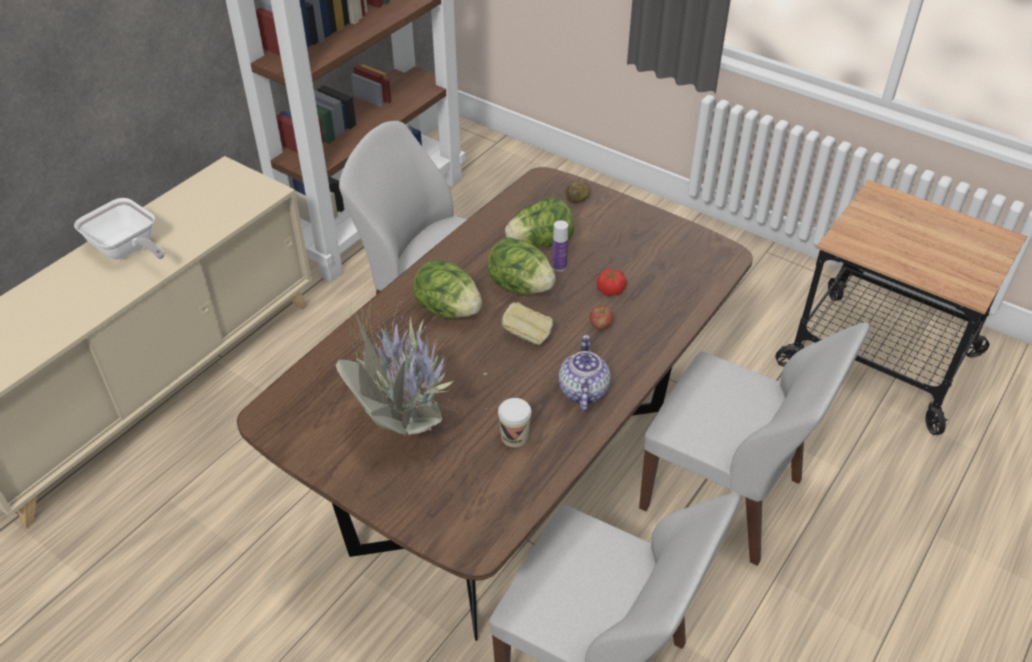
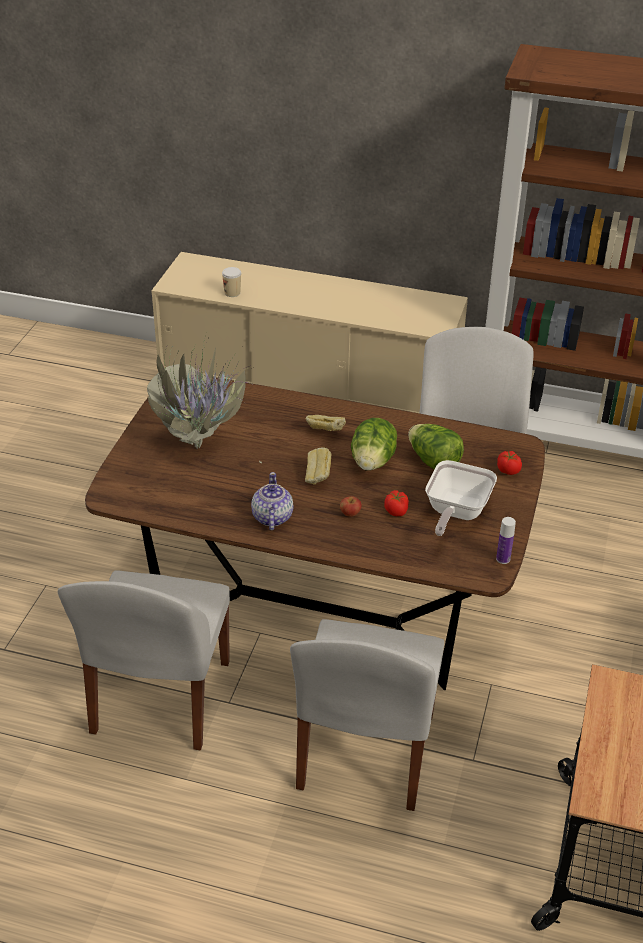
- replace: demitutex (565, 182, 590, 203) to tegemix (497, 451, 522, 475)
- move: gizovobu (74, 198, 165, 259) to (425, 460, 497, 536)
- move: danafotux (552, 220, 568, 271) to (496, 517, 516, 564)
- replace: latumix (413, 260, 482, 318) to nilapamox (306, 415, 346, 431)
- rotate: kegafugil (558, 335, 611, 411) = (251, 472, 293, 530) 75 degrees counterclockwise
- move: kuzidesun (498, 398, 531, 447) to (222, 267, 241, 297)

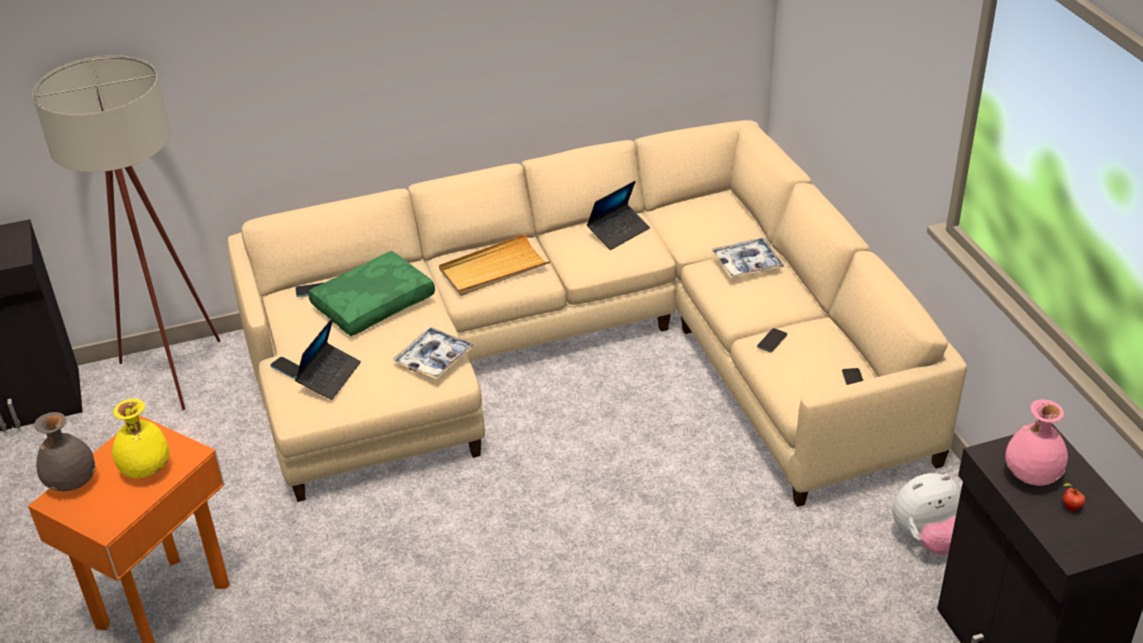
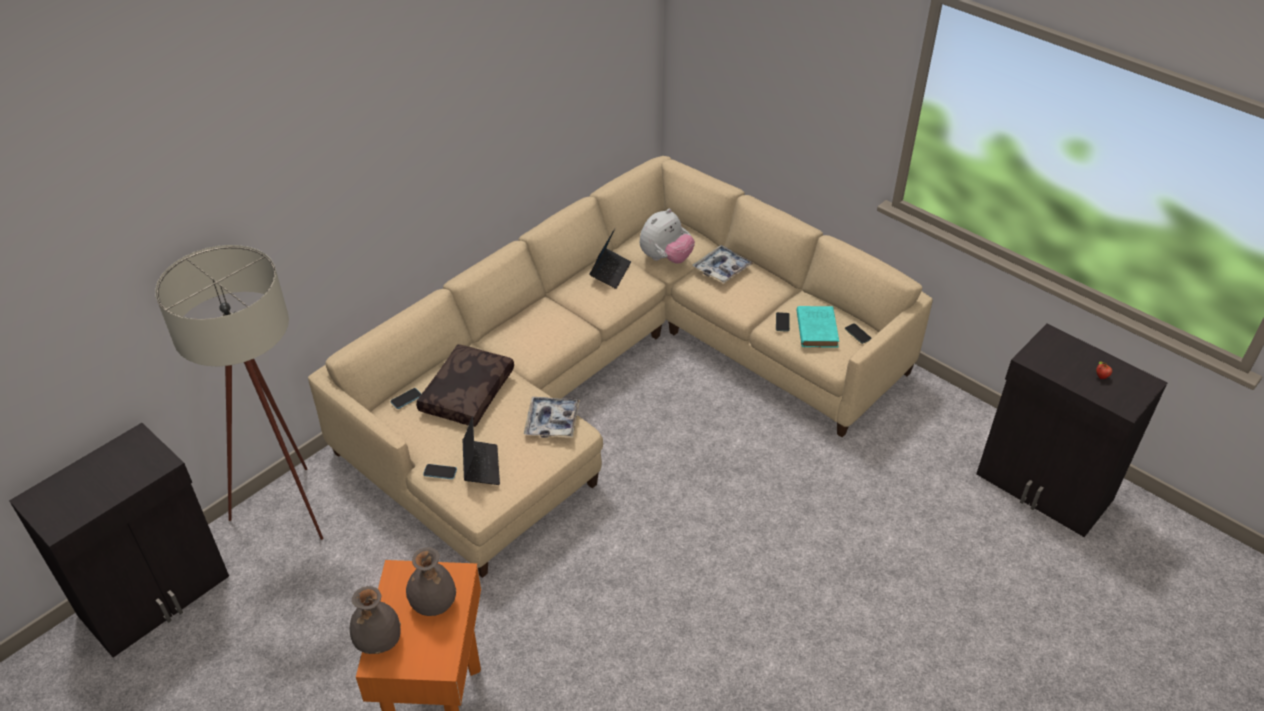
- delete: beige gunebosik (439, 234, 550, 296)
- recolor: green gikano (308, 251, 435, 336) to brown gikano (416, 344, 514, 427)
- recolor: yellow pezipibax (112, 399, 170, 478) to grey pezipibax (406, 547, 456, 616)
- delete: pink pezipibax (1005, 399, 1068, 486)
- move: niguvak (892, 473, 961, 555) to (640, 208, 695, 264)
- insert: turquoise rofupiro (796, 306, 839, 348)

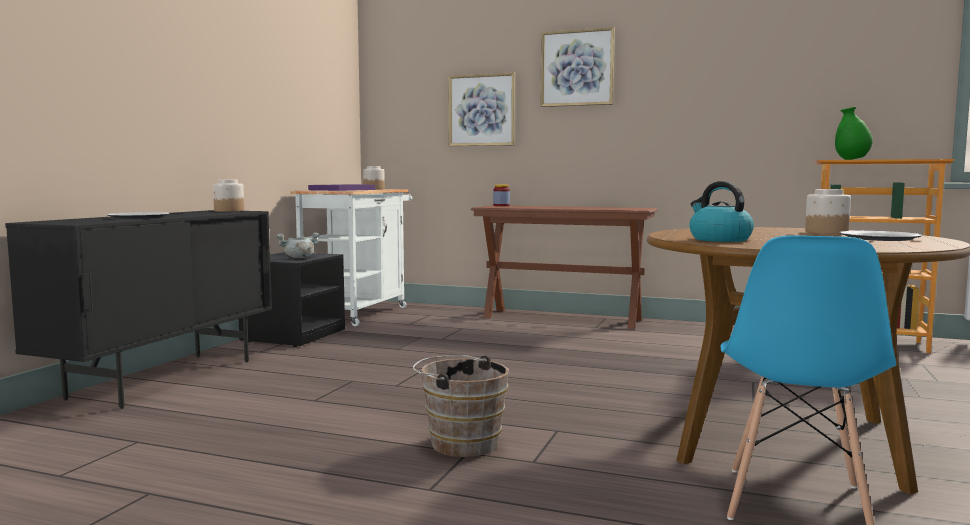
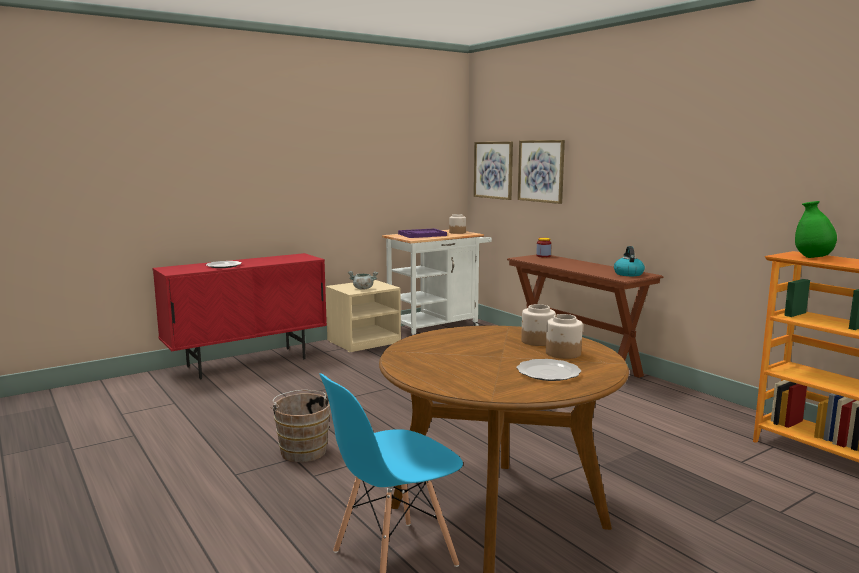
- move: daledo (541, 27, 615, 107) to (474, 142, 513, 200)
- move: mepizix (213, 180, 244, 212) to (521, 304, 556, 346)
- move: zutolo (689, 181, 754, 242) to (614, 246, 645, 276)
- recolor: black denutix (5, 210, 272, 409) to red denutix (153, 253, 327, 379)
- recolor: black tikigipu (239, 252, 345, 347) to beige tikigipu (325, 280, 401, 352)

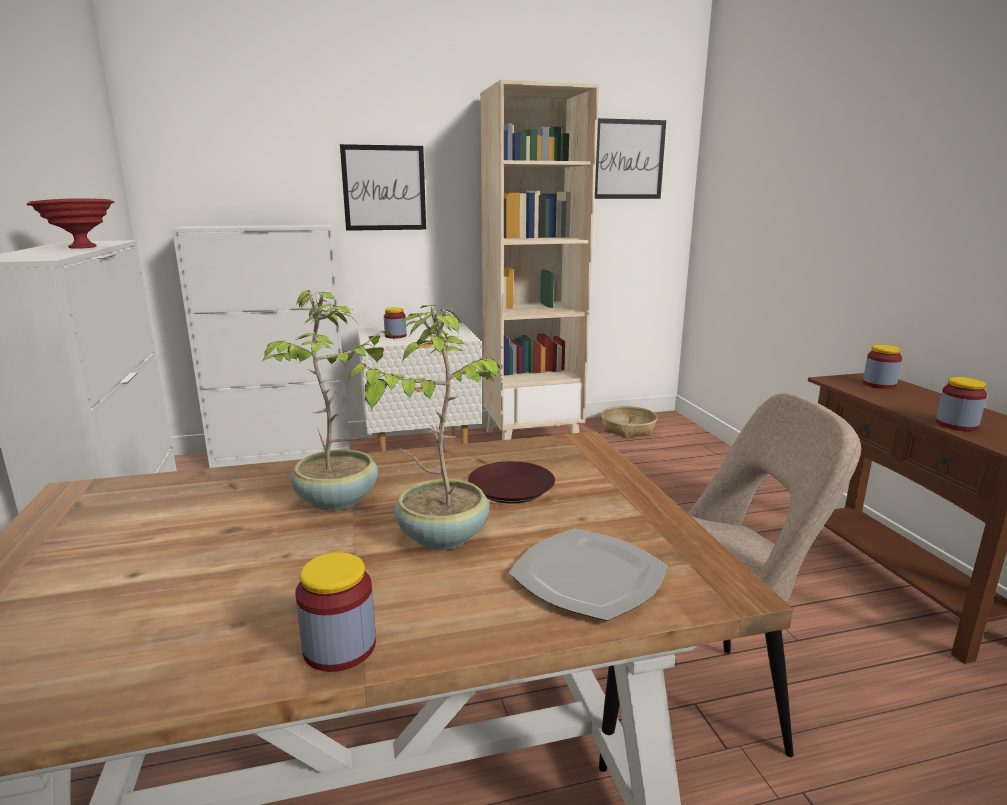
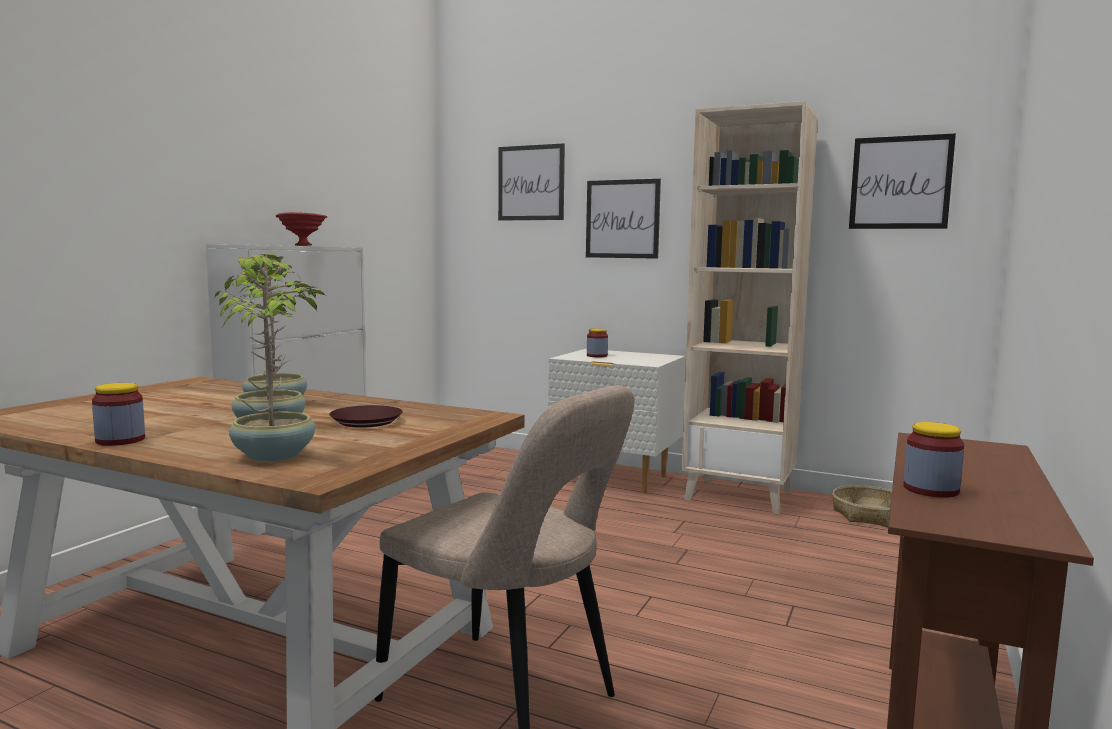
- delete: white denutix (172, 224, 350, 468)
- delete: mepizix (863, 345, 902, 389)
- replace: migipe (509, 529, 668, 621) to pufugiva (220, 254, 326, 462)
- insert: daledo (498, 143, 565, 220)

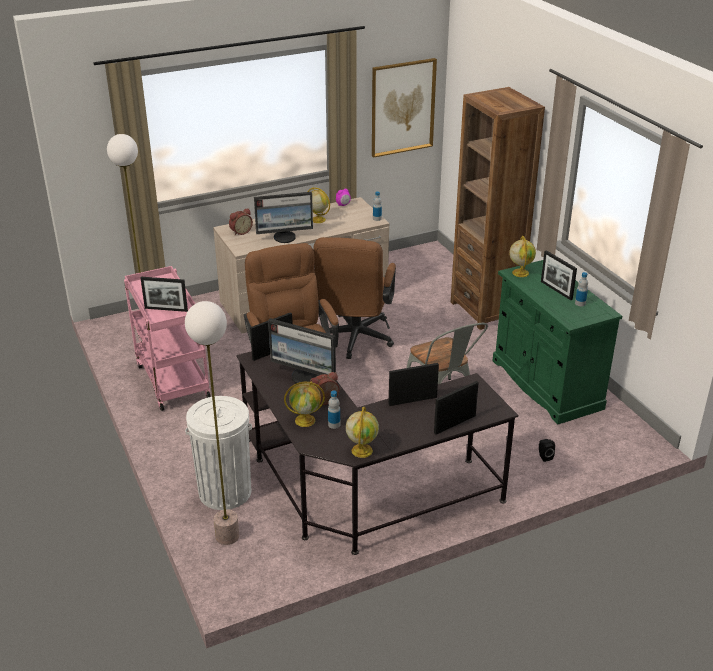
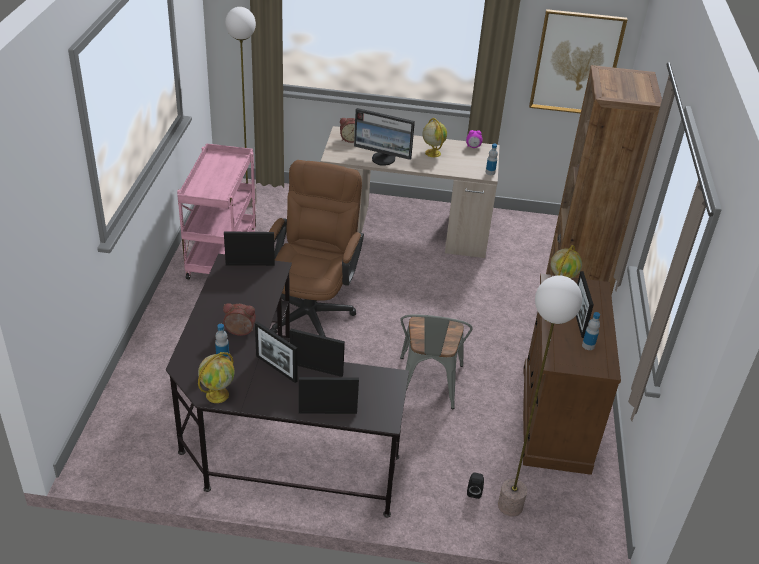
- delete: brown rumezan (313, 237, 396, 359)
- recolor: green denutix (492, 260, 622, 425) to brown denutix (523, 274, 621, 475)
- move: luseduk (141, 277, 188, 312) to (255, 322, 298, 383)
- move: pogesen (185, 301, 239, 545) to (498, 276, 582, 517)
- delete: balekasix (268, 318, 336, 383)
- delete: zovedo (284, 382, 325, 427)
- delete: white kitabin (185, 396, 252, 510)

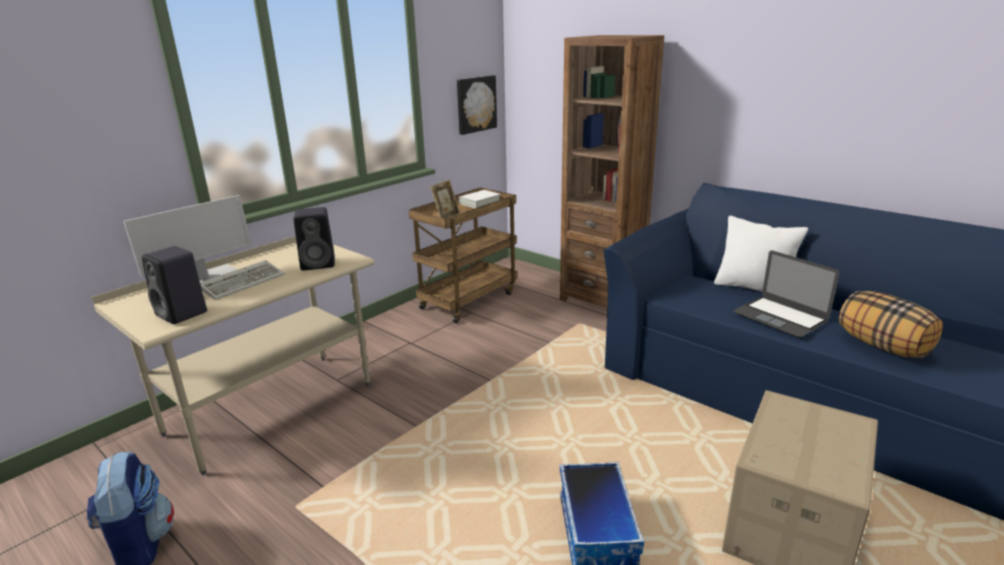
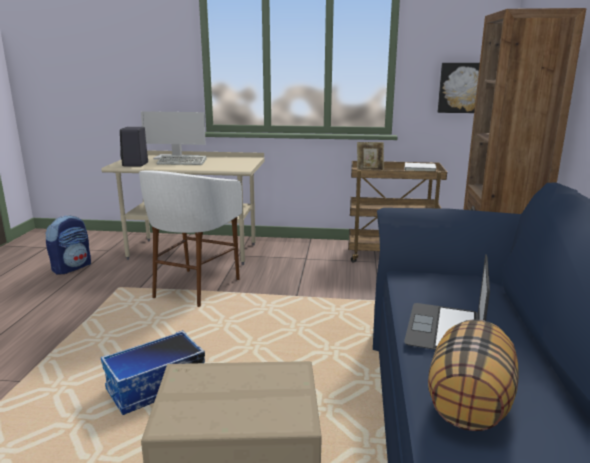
- delete: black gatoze (294, 207, 335, 271)
- delete: white gikano (714, 216, 808, 292)
- insert: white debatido (139, 170, 242, 307)

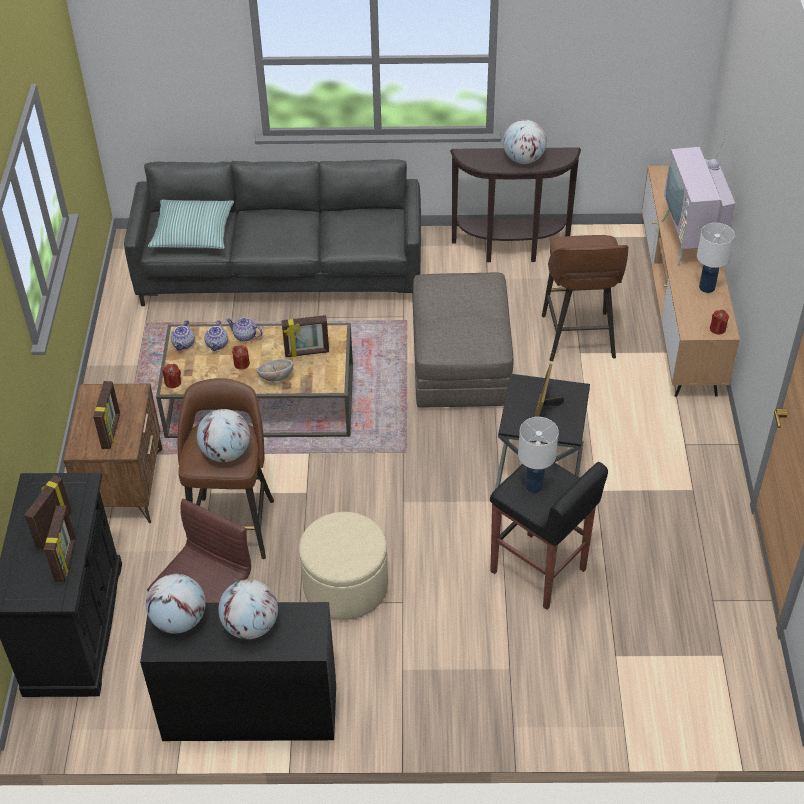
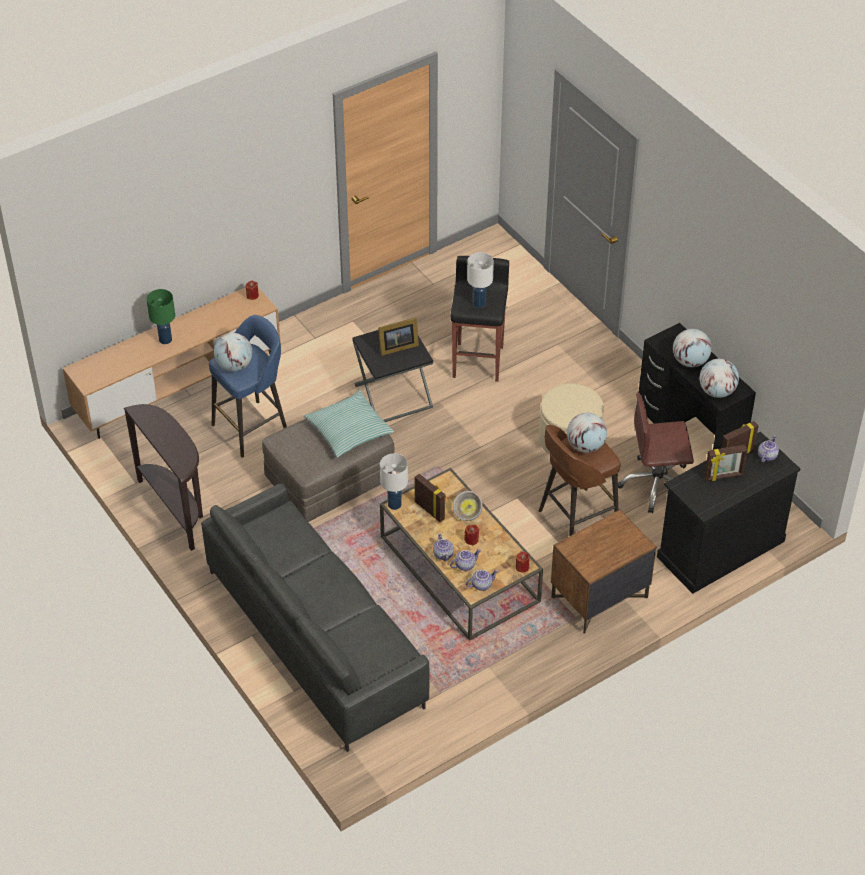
- replace: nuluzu (661, 118, 735, 266) to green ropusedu (146, 289, 175, 344)
- move: zovedo (503, 119, 547, 164) to (214, 333, 253, 372)
- move: gikano (148, 200, 234, 249) to (304, 390, 394, 458)
- move: white ropusedu (697, 223, 735, 293) to (380, 454, 408, 510)
- recolor: brown debatido (542, 235, 628, 361) to blue debatido (209, 315, 287, 458)
- delete: luseduk (93, 381, 120, 449)
- insert: kegafugil (758, 435, 779, 463)

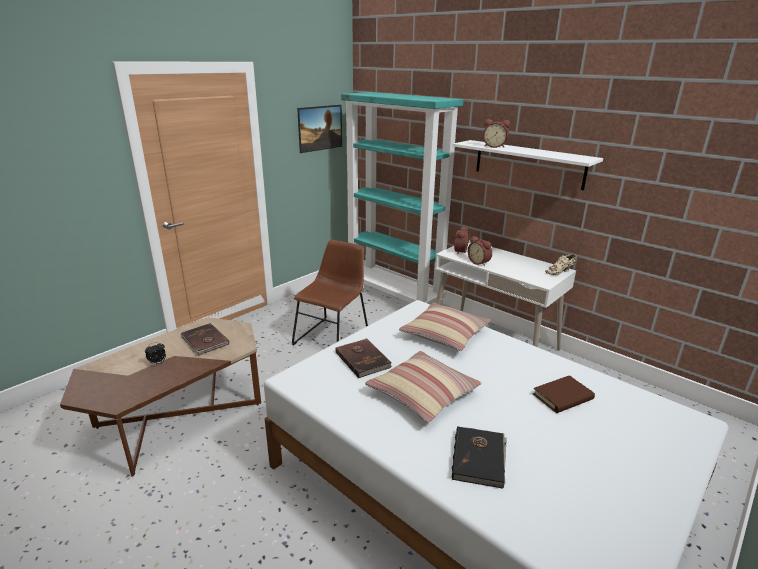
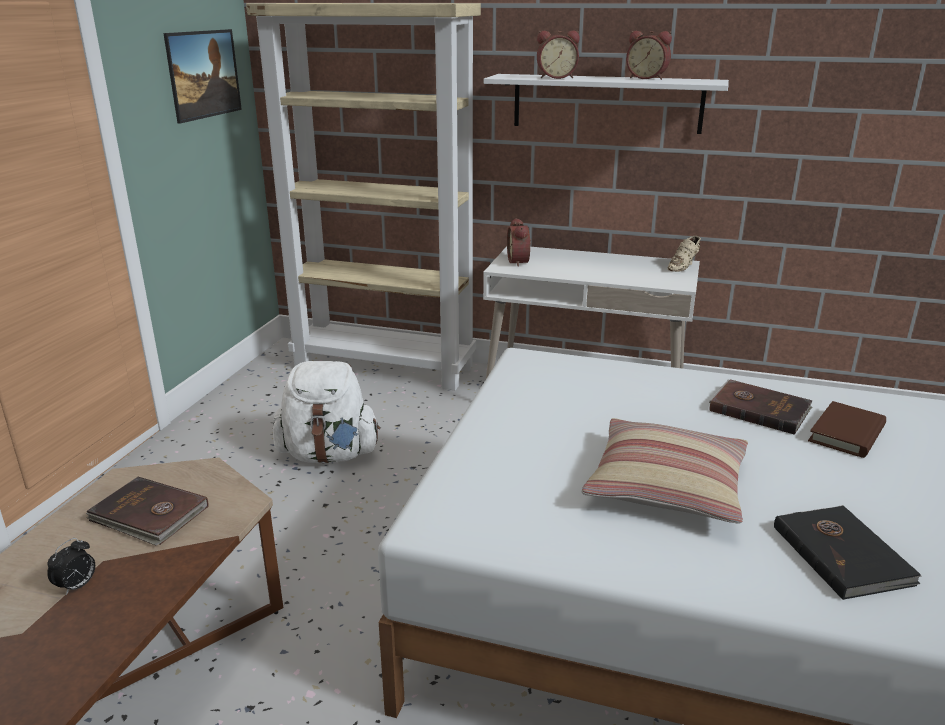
- recolor: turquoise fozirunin (341, 92, 464, 305) to beige fozirunin (246, 3, 481, 390)
- move: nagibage (468, 236, 492, 266) to (626, 31, 672, 80)
- replace: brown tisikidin (291, 239, 368, 345) to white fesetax (273, 361, 380, 463)
- delete: gikano (399, 303, 491, 351)
- move: brown rofupiro (335, 338, 392, 378) to (709, 379, 812, 435)

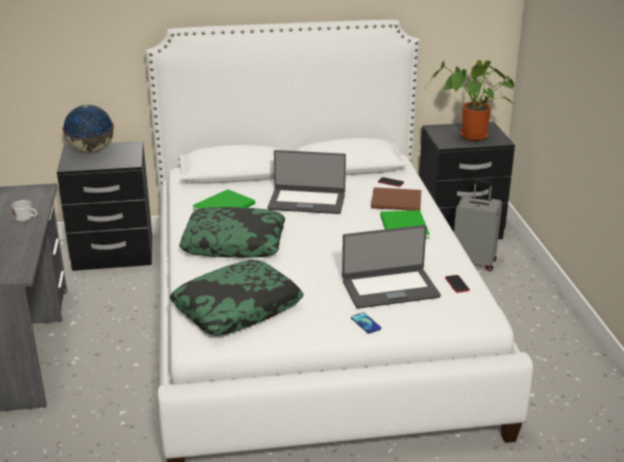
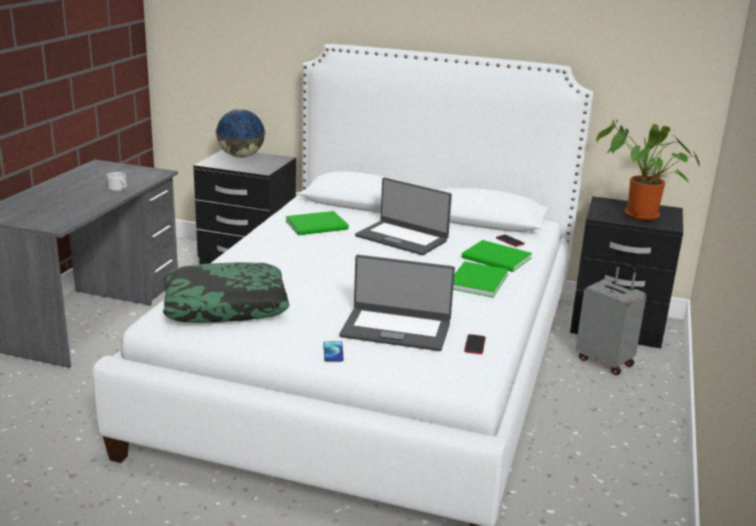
- recolor: brown rofupiro (371, 187, 421, 211) to green rofupiro (462, 240, 532, 272)
- delete: gikano (179, 207, 285, 258)

